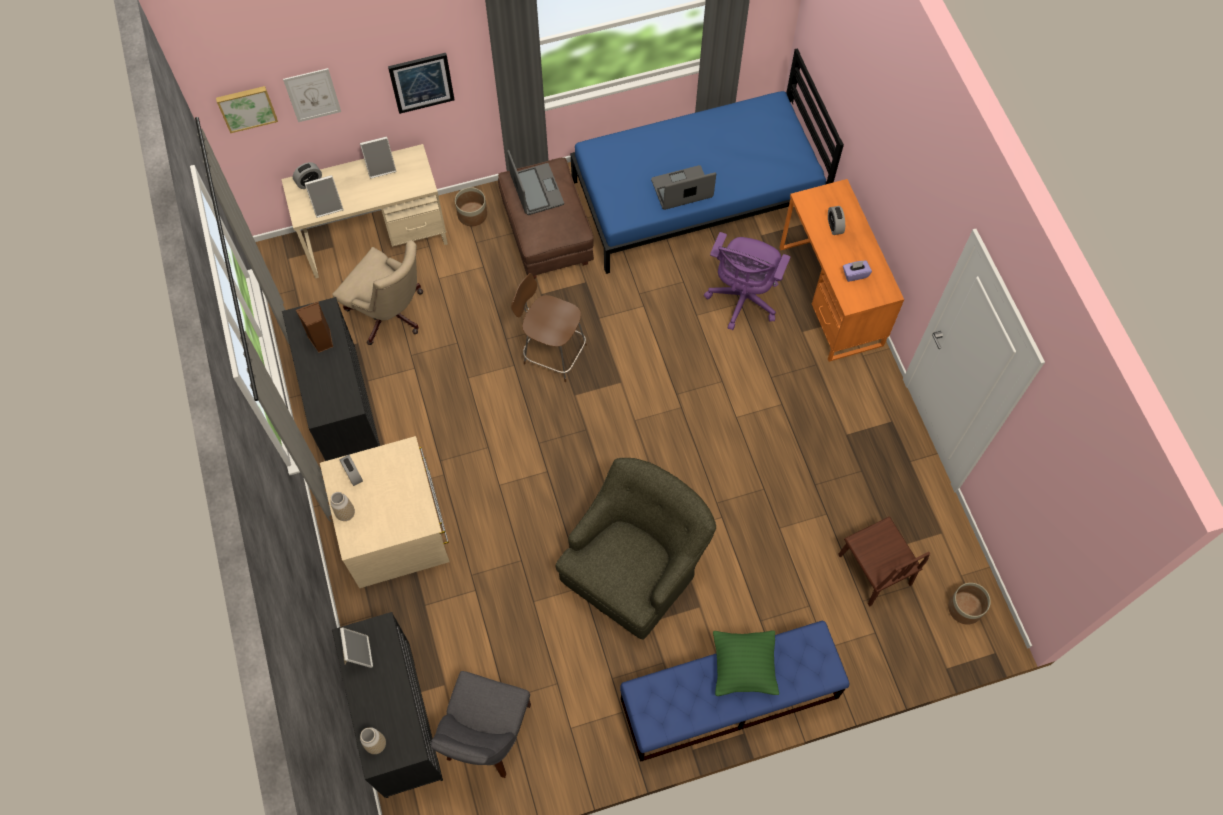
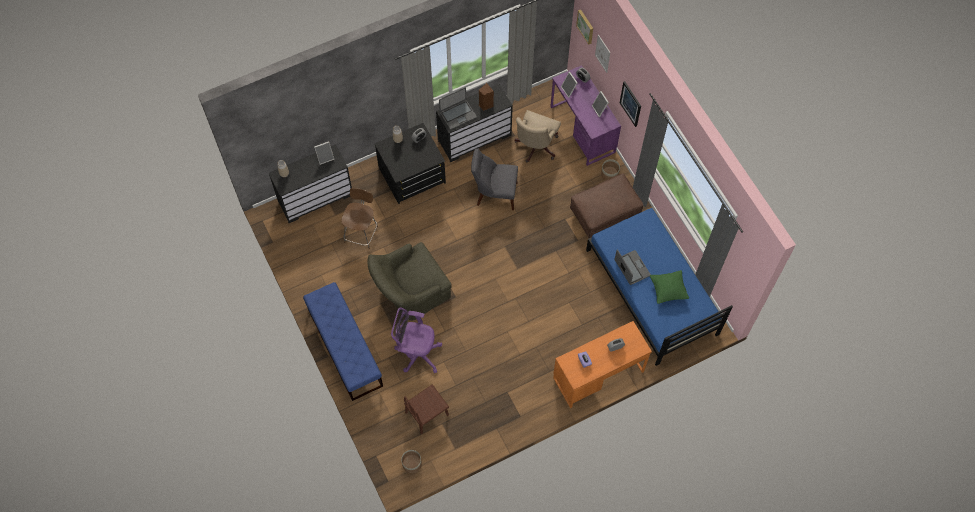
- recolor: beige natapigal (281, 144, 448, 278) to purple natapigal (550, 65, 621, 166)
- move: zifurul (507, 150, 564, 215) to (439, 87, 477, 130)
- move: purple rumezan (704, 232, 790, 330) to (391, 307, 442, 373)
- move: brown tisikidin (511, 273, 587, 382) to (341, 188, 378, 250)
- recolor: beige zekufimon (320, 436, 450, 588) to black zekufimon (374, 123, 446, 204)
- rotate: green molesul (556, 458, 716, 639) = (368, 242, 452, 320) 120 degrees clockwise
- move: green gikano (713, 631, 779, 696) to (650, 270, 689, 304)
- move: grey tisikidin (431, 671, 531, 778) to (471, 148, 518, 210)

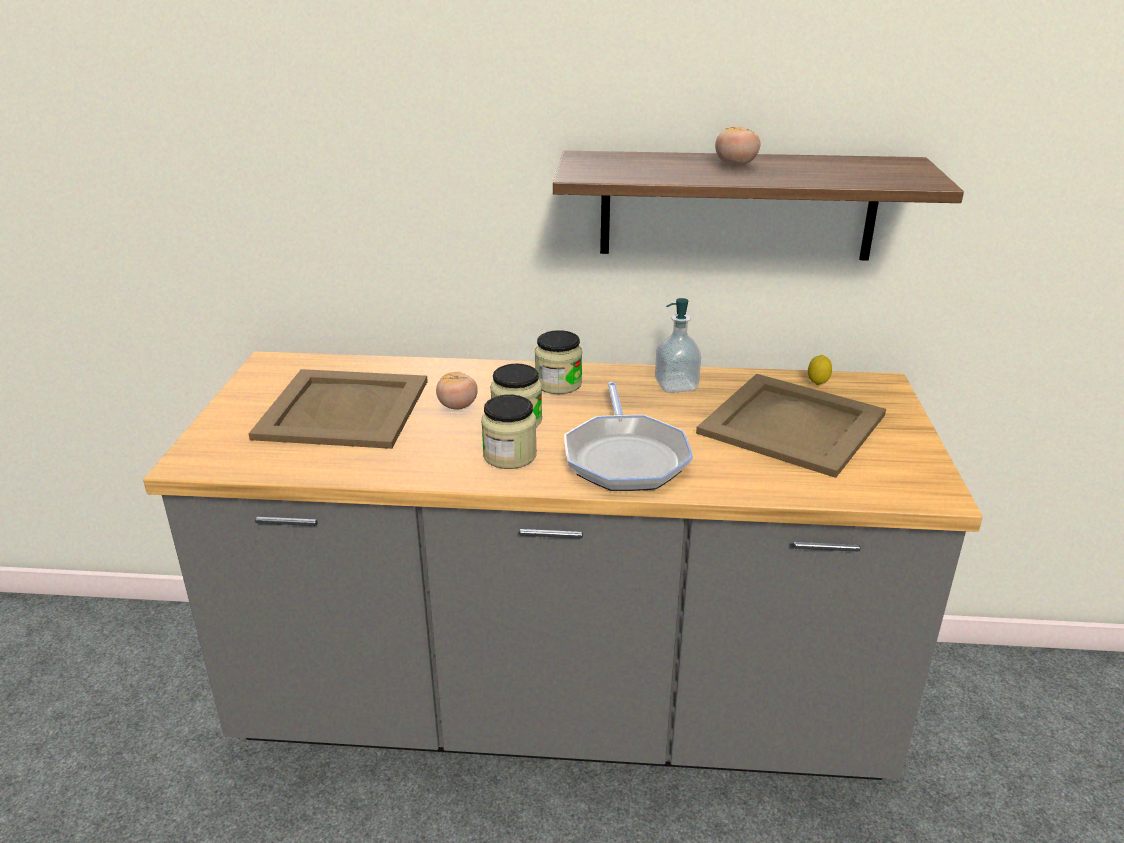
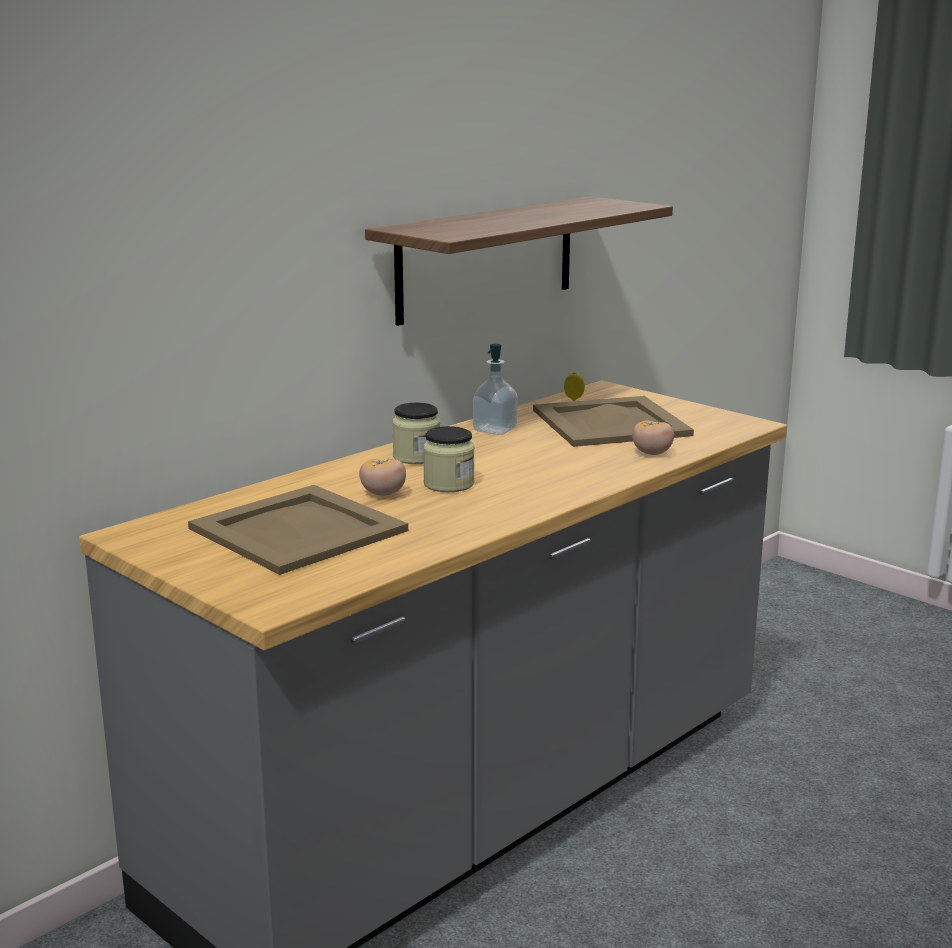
- move: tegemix (715, 127, 760, 166) to (632, 420, 674, 455)
- delete: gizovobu (564, 382, 693, 491)
- delete: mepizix (481, 395, 537, 469)

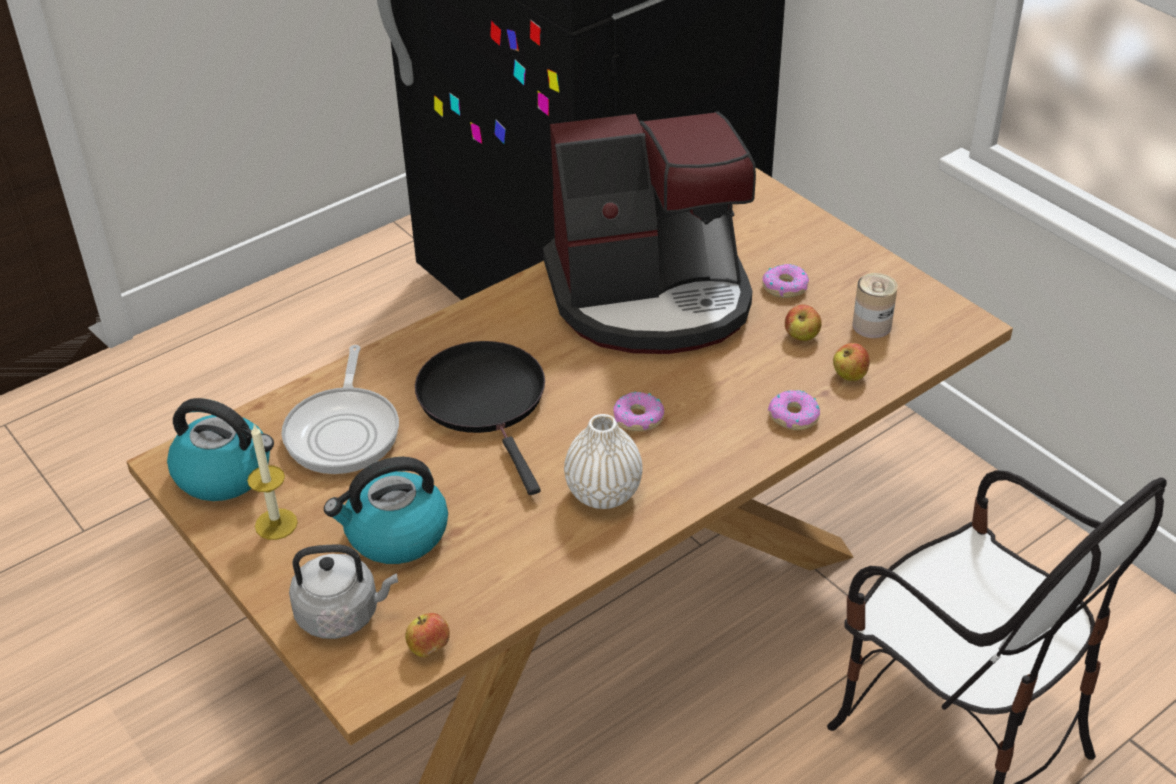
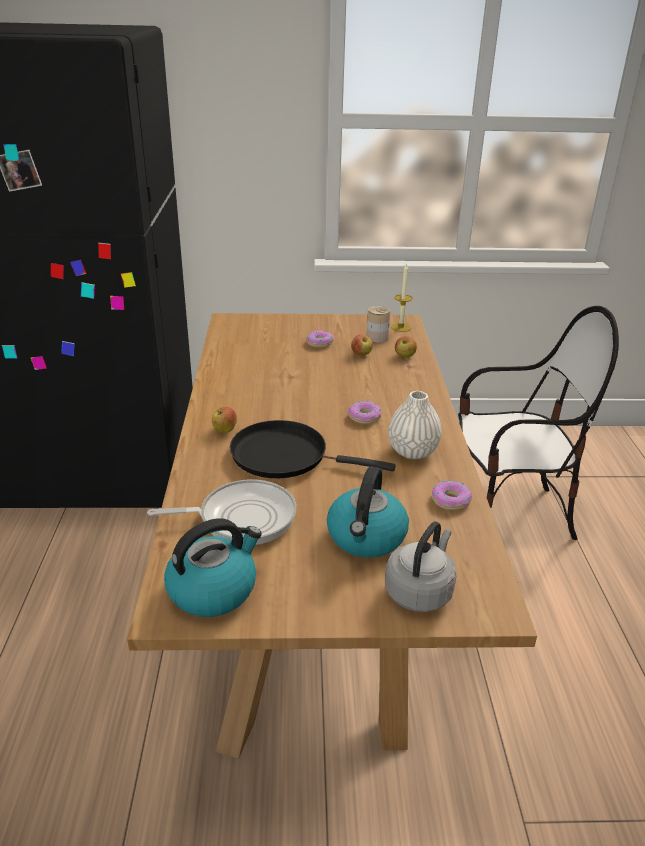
- delete: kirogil (543, 111, 756, 354)
- rotate: gizovobu (282, 345, 399, 474) = (147, 480, 296, 545) 45 degrees counterclockwise
- move: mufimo (768, 390, 820, 430) to (432, 480, 472, 510)
- move: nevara (247, 425, 298, 540) to (391, 263, 413, 332)
- move: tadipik (405, 613, 450, 657) to (212, 407, 237, 433)

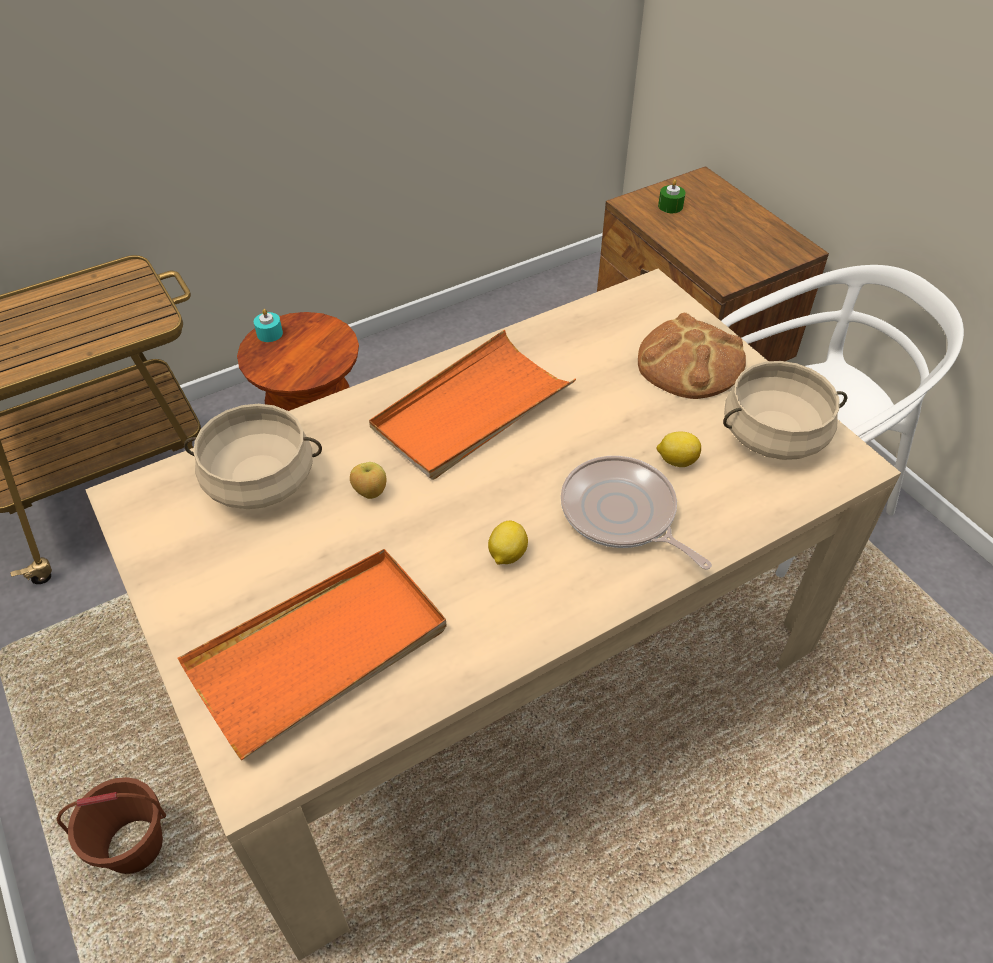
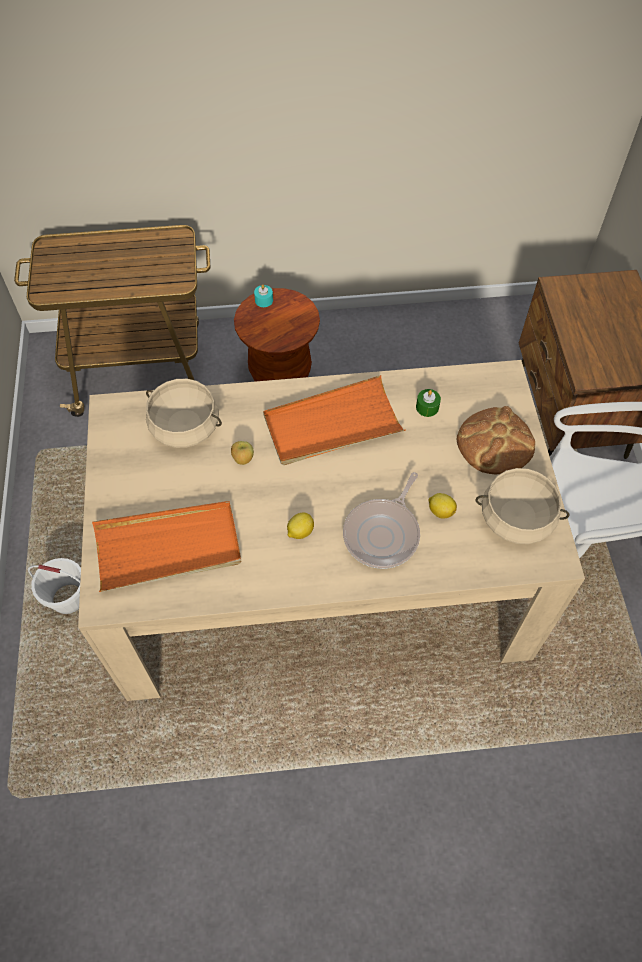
- move: green nevara (658, 179, 686, 213) to (416, 389, 441, 417)
- rotate: gizovobu (561, 456, 712, 570) = (343, 472, 420, 569) 135 degrees counterclockwise
- recolor: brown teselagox (57, 777, 166, 874) to white teselagox (28, 558, 81, 614)

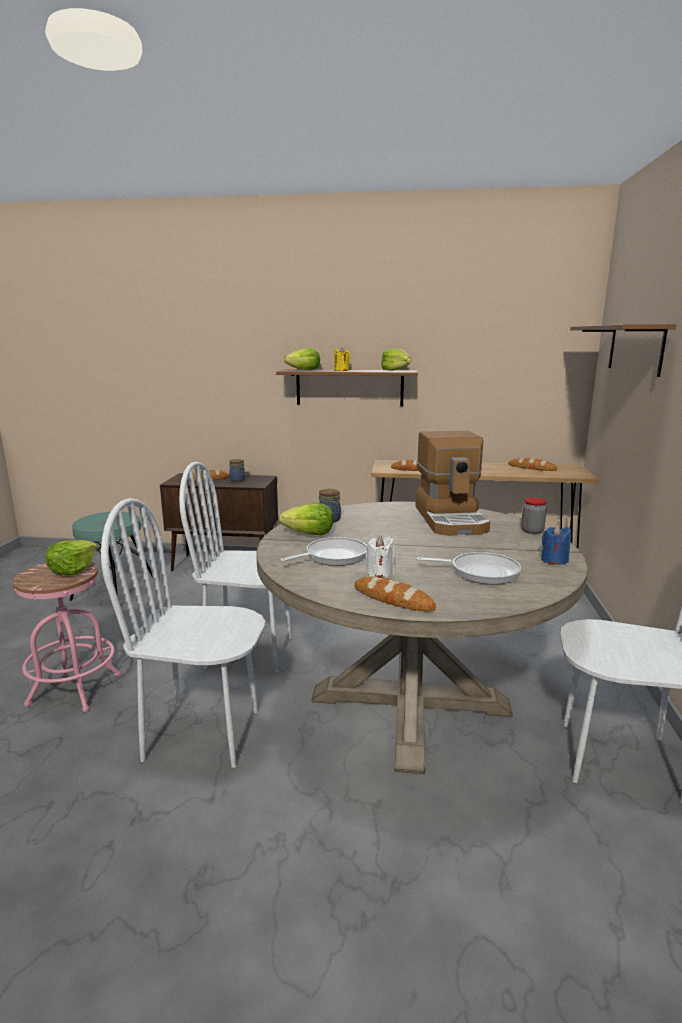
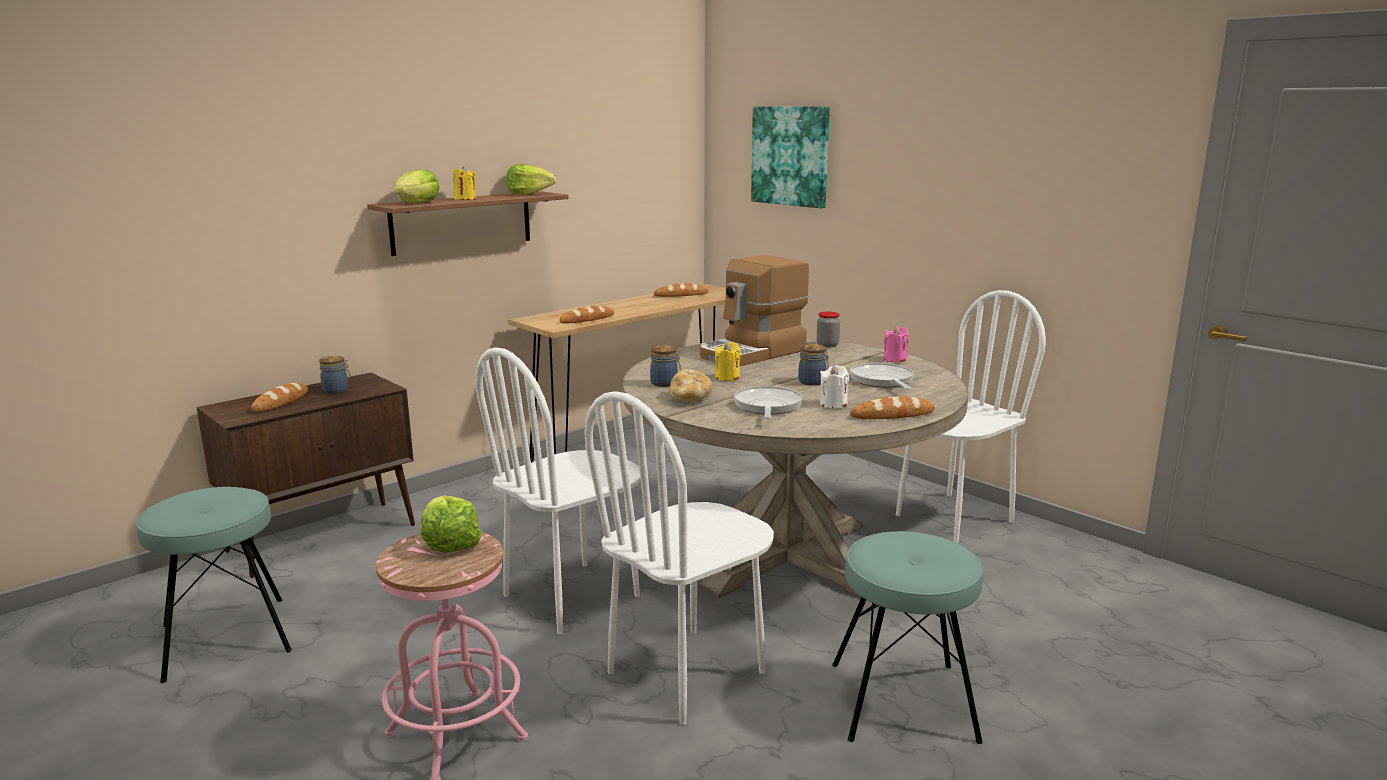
- replace: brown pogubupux (570, 324, 677, 377) to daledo (751, 106, 830, 208)
- rotate: kirogil (415, 431, 490, 536) = (700, 255, 809, 366) 105 degrees clockwise
- replace: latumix (279, 503, 333, 535) to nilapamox (669, 369, 712, 402)
- recolor: blue nevara (541, 525, 571, 565) to pink nevara (884, 325, 909, 362)
- rotate: gizovobu (417, 552, 521, 585) = (850, 363, 914, 390) 60 degrees counterclockwise
- insert: yellow nevara (715, 342, 741, 381)
- insert: mepizix (798, 344, 829, 386)
- insert: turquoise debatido (832, 531, 983, 744)

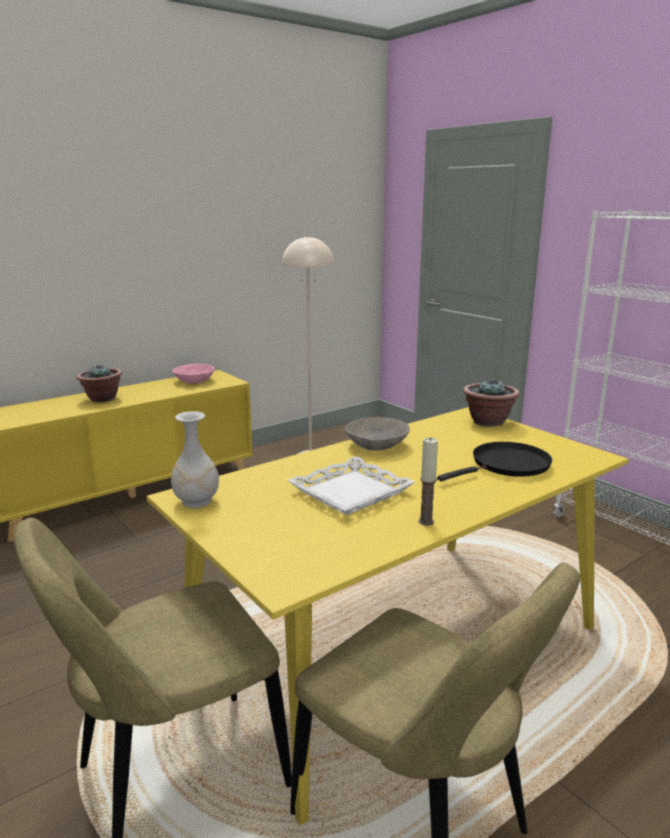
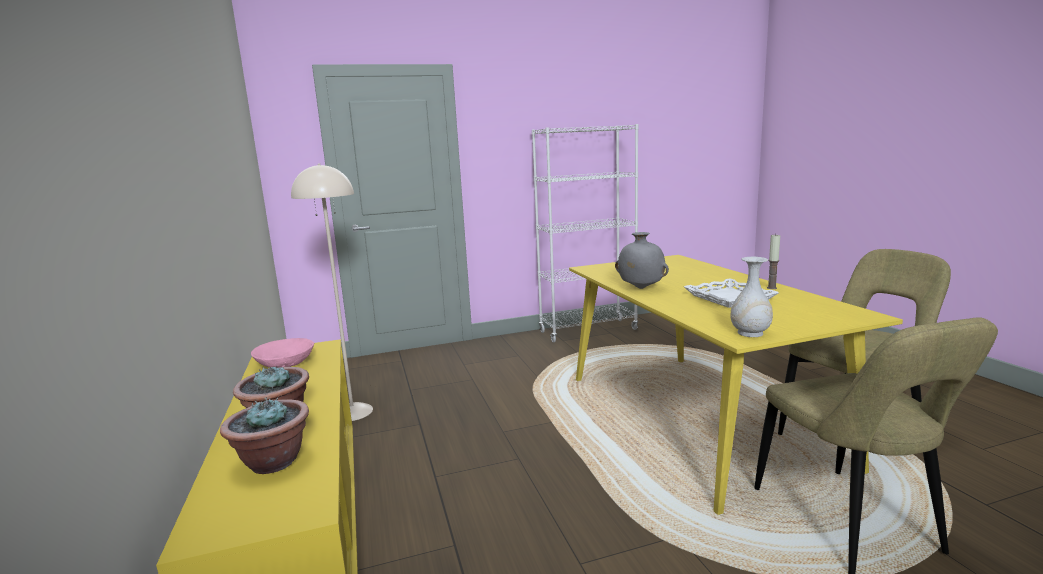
- move: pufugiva (463, 378, 520, 427) to (220, 397, 309, 474)
- replace: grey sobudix (345, 417, 410, 450) to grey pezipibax (615, 232, 669, 289)
- delete: black gizovobu (437, 442, 552, 481)

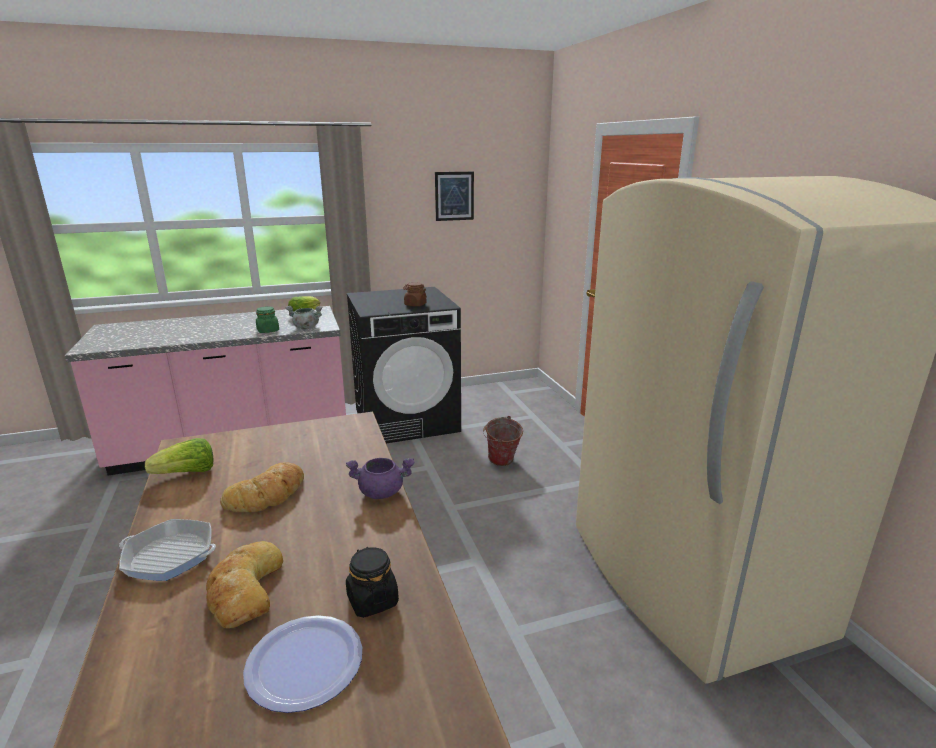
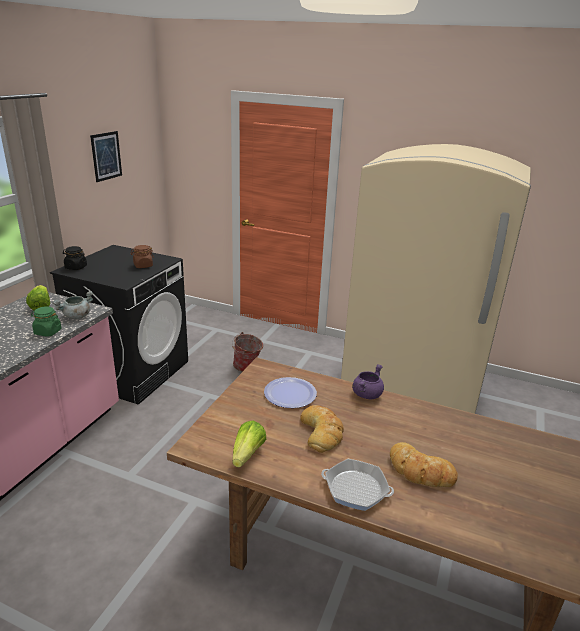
- rotate: gizovobu (119, 519, 216, 581) = (321, 459, 394, 511) 60 degrees clockwise
- move: black mepizix (346, 547, 399, 618) to (63, 246, 87, 270)
- move: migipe (243, 615, 362, 713) to (264, 377, 317, 408)

